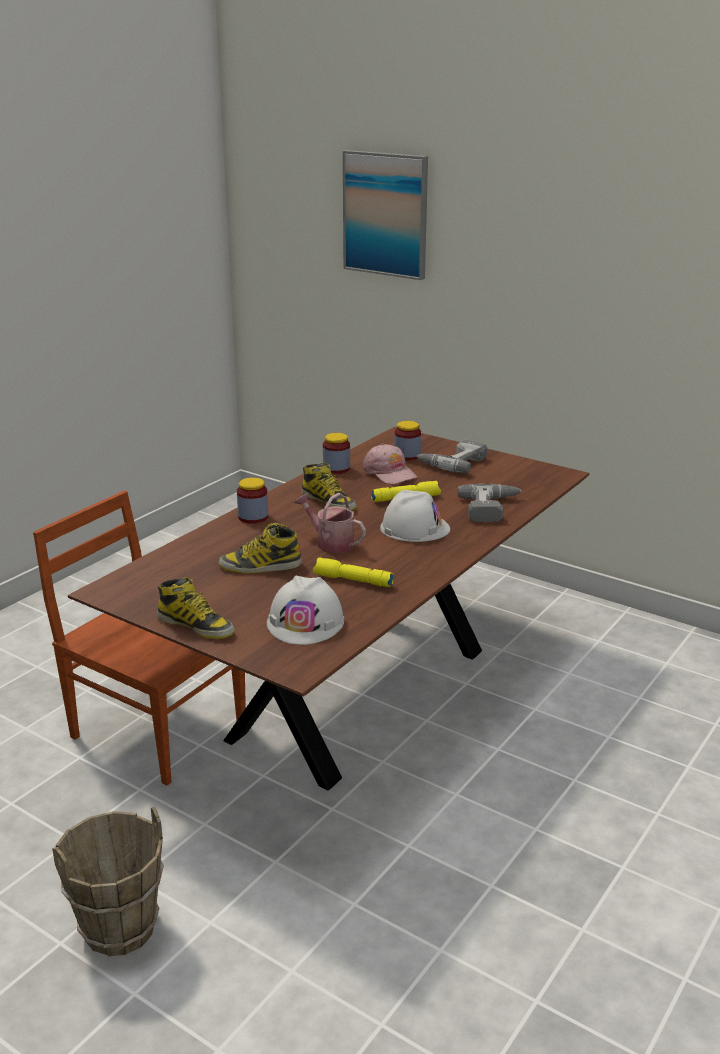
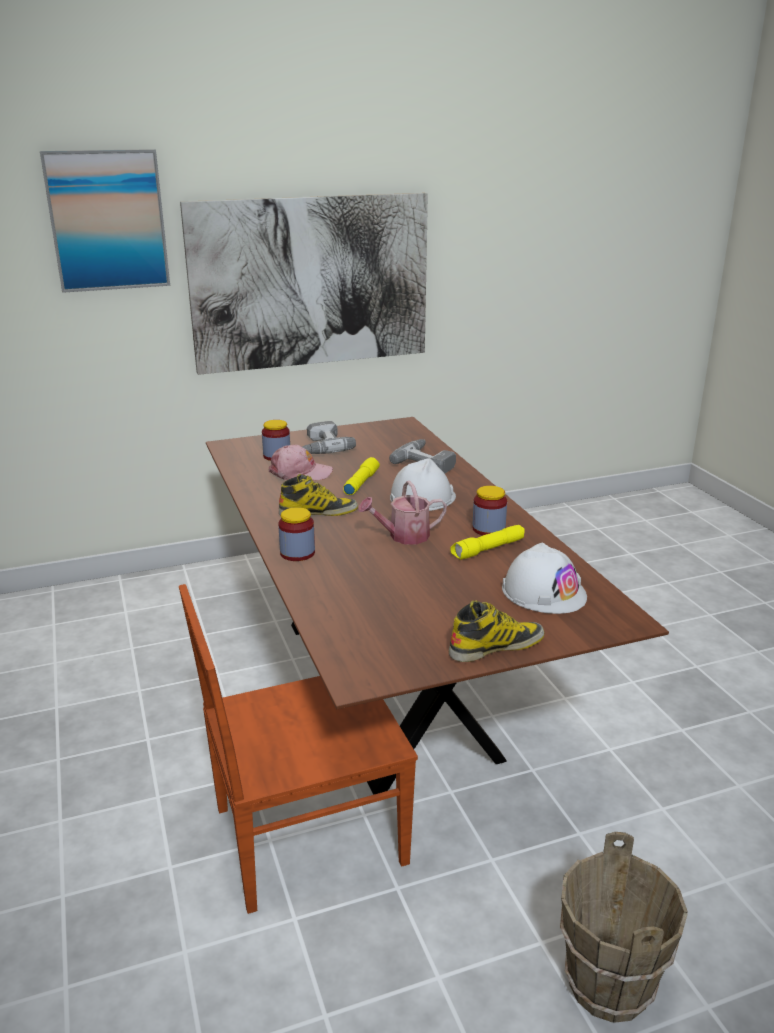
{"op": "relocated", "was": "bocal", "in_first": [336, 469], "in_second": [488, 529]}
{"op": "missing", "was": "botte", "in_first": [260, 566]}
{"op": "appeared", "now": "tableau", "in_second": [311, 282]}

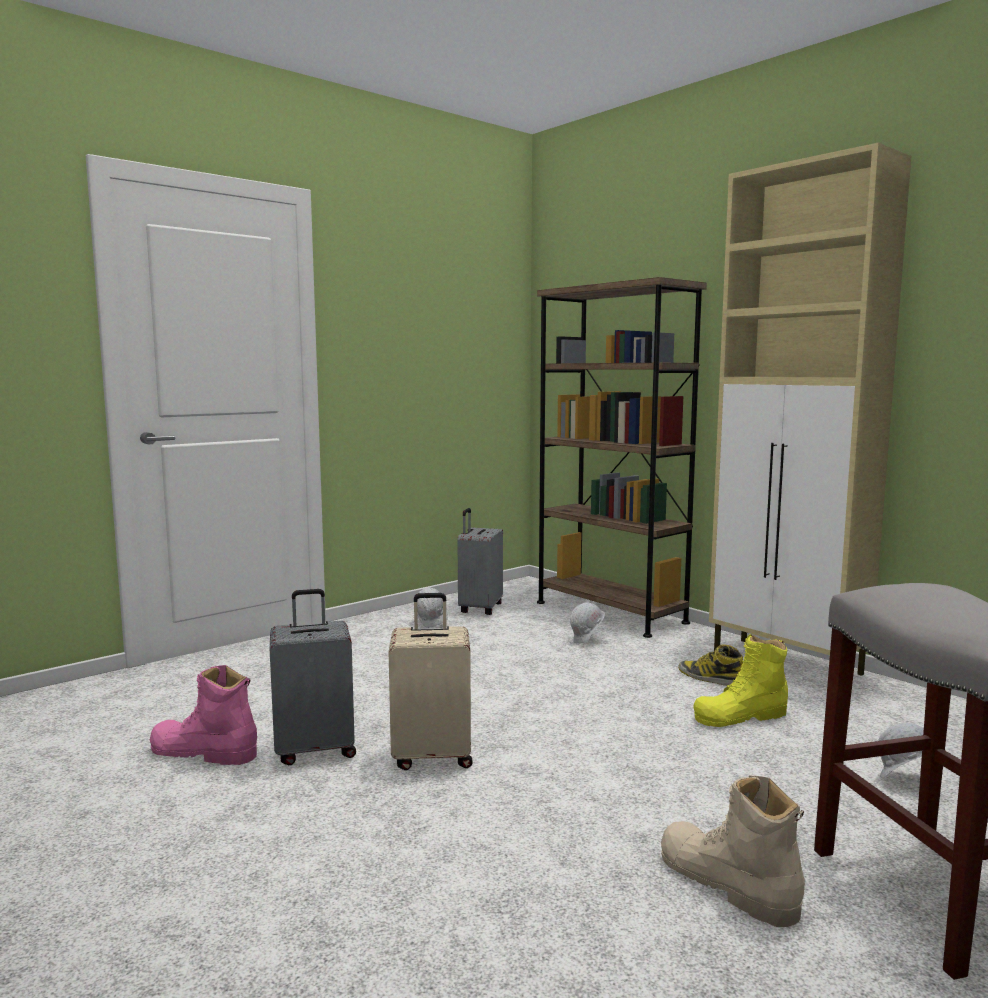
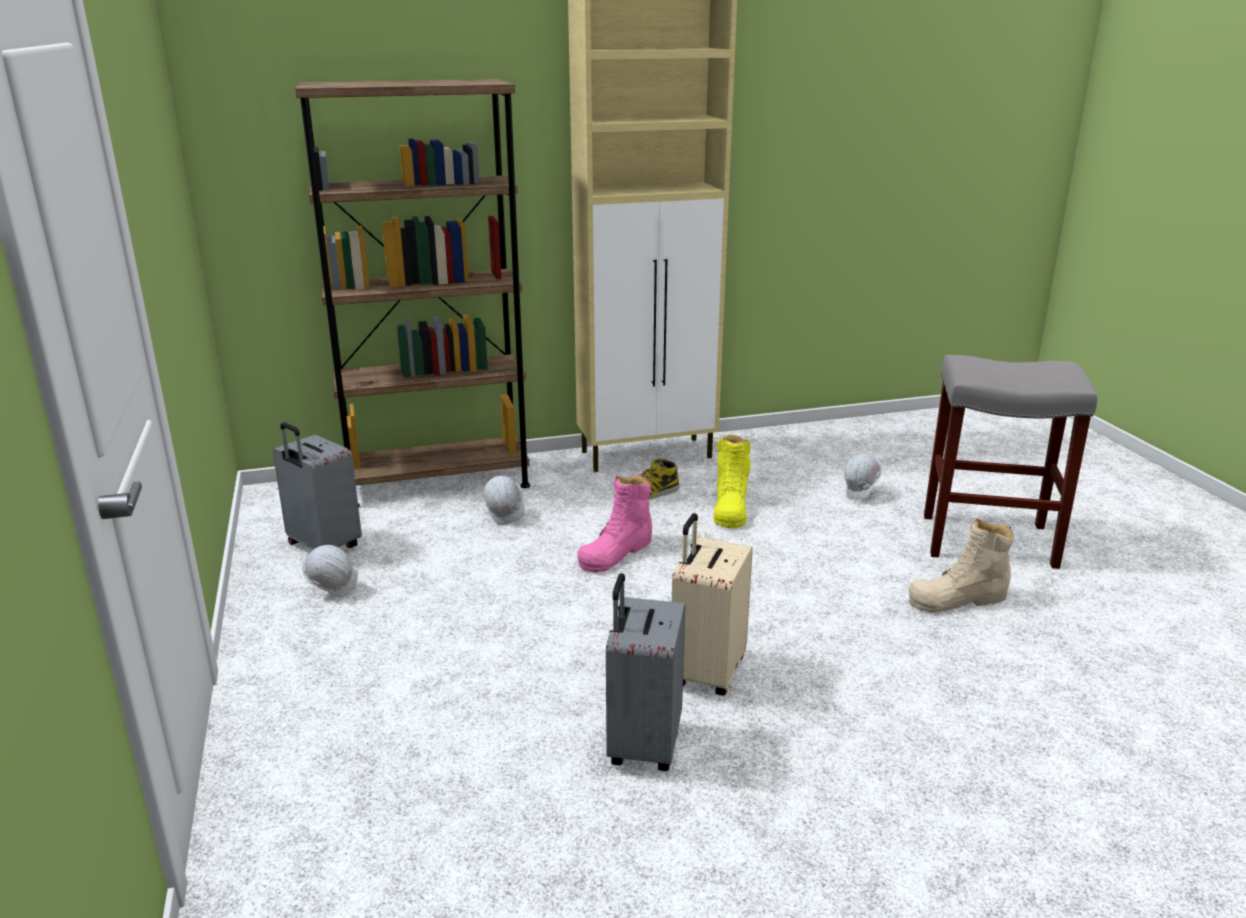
{"op": "relocated", "was": "botte [rose]", "in_first": [203, 752], "in_second": [616, 553]}

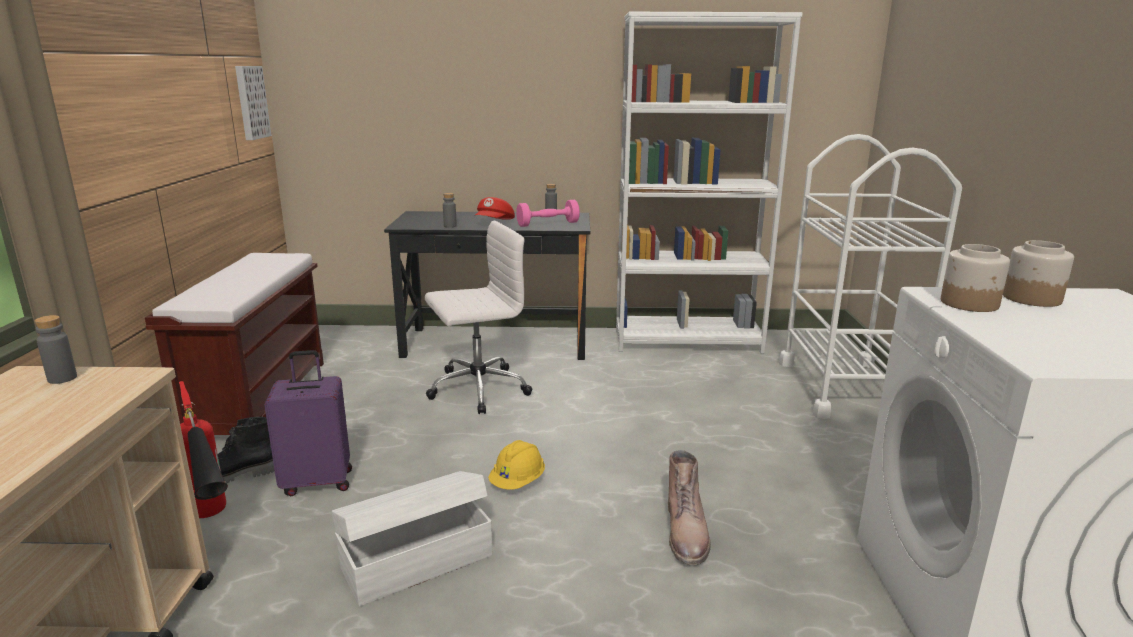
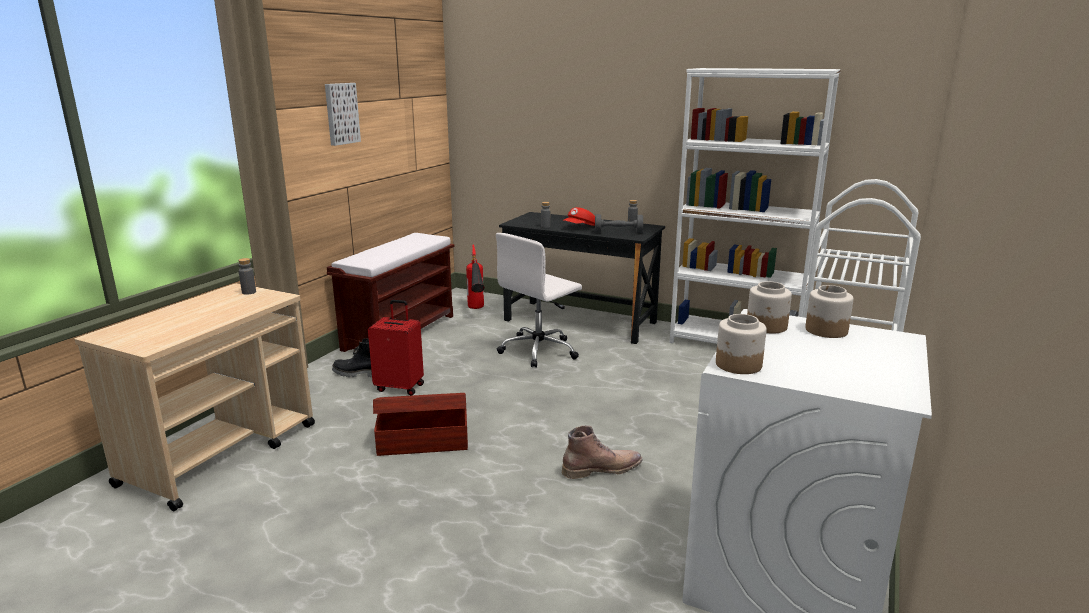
{"op": "relocated", "was": "tableau", "in_first": [250, 102], "in_second": [341, 113]}
{"op": "colour", "was": "haltère [rose]", "now": "haltère [gris]", "in_first": [548, 224], "in_second": [618, 232]}
{"op": "spun", "was": "chaise de bureau [blanc]", "in_first": [476, 389], "in_second": [539, 350], "clockwise": 135}
{"op": "colour", "was": "valise [violet]", "now": "valise [rouge]", "in_first": [318, 481], "in_second": [400, 387]}
{"op": "relocated", "was": "extincteur", "in_first": [213, 525], "in_second": [477, 311]}
{"op": "missing", "was": "casque de chantier [jaune]", "in_first": [518, 482]}
{"op": "spun", "was": "botte [marron]", "in_first": [687, 533], "in_second": [602, 468], "clockwise": -135}
{"op": "colour", "was": "boîte de rangement [blanc]", "now": "boîte de rangement [marron]", "in_first": [415, 561], "in_second": [422, 441]}
{"op": "appeared", "now": "bocal", "in_second": [738, 365]}

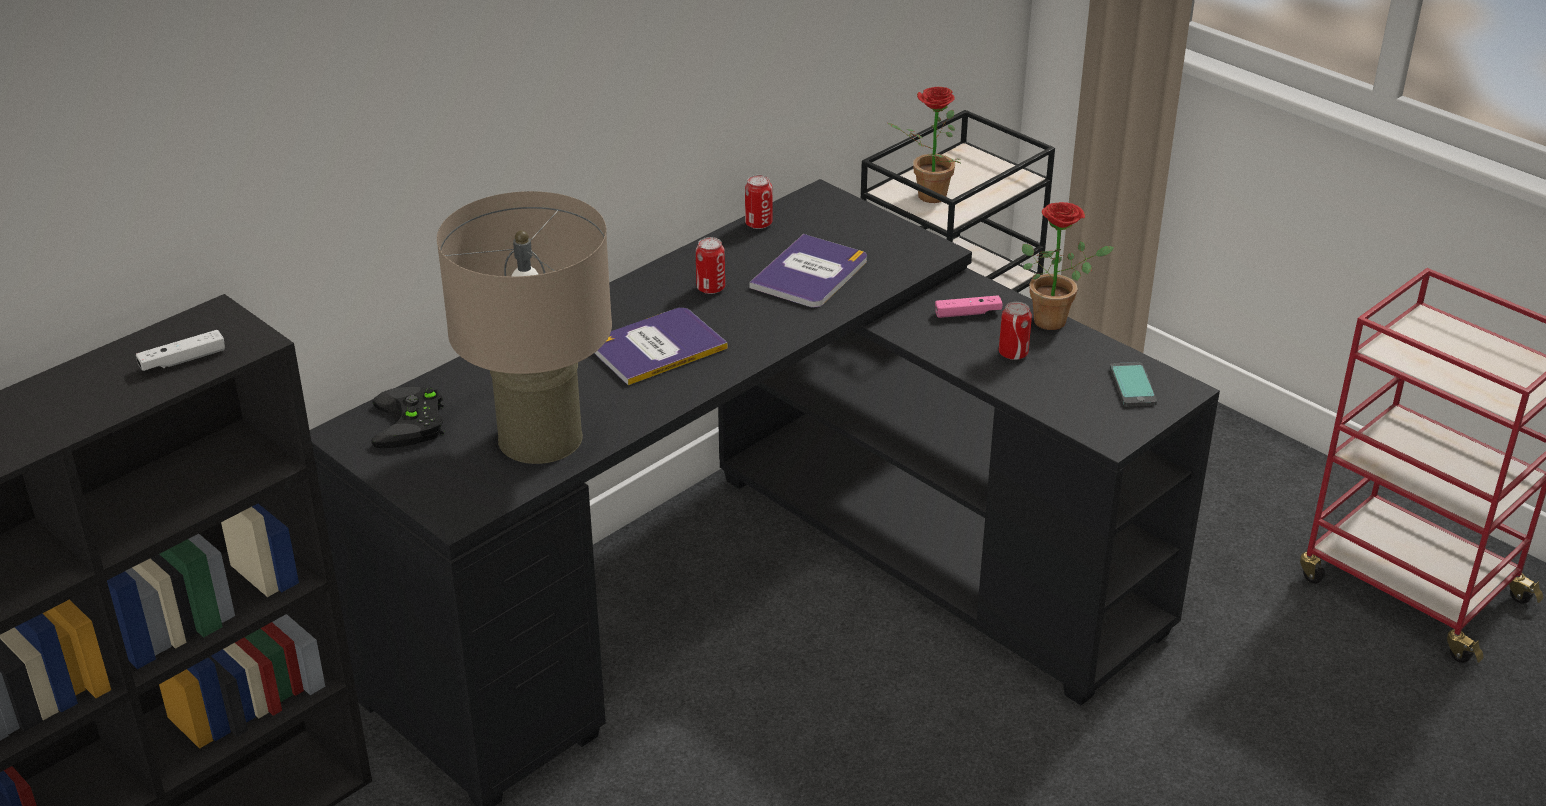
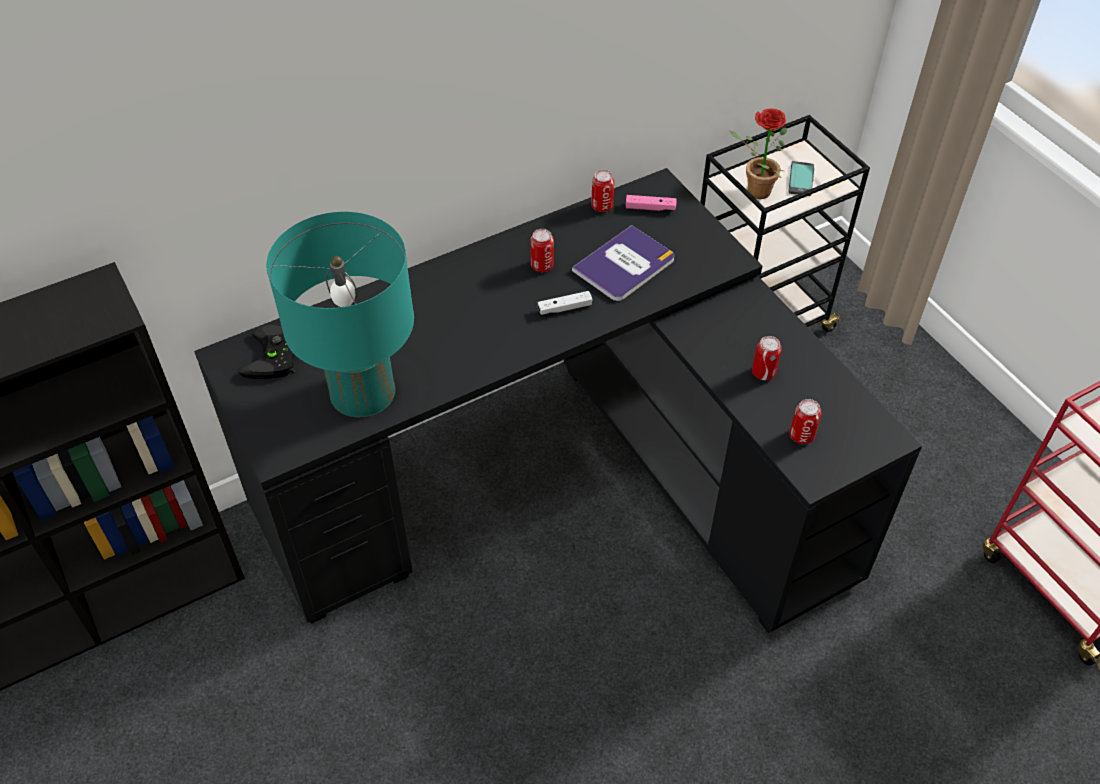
{"op": "colour", "was": "lampe de table [beige]", "now": "lampe de table [turquoise]", "in_first": [540, 438], "in_second": [362, 391]}
{"op": "missing", "was": "plante en pot", "in_first": [1056, 320]}
{"op": "relocated", "was": "manette [rose]", "in_first": [968, 313], "in_second": [650, 208]}
{"op": "missing", "was": "livre", "in_first": [657, 347]}
{"op": "relocated", "was": "manette [blanc]", "in_first": [182, 360], "in_second": [564, 308]}
{"op": "relocated", "was": "téléphone", "in_first": [1133, 386], "in_second": [801, 179]}
{"op": "appeared", "now": "boîte métallique", "in_second": [801, 435]}

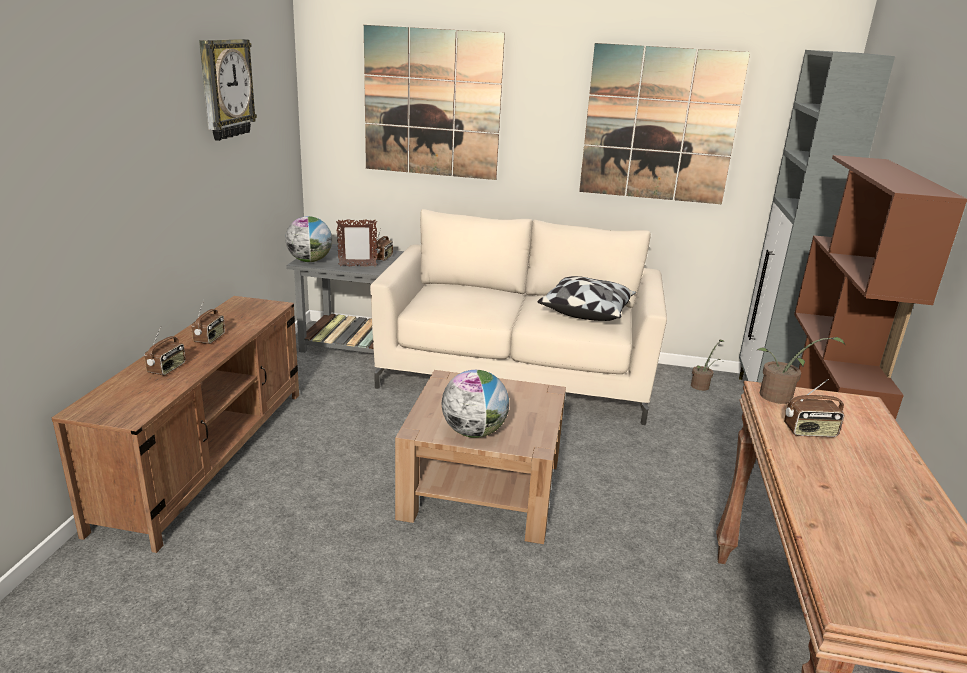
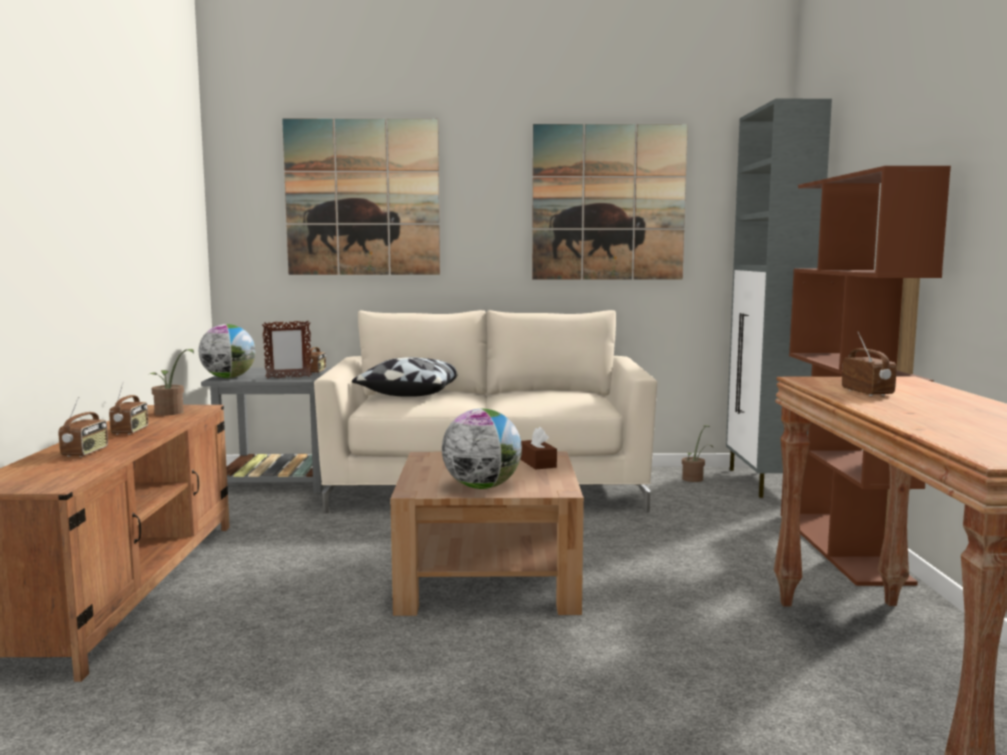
{"op": "missing", "was": "horloge murale", "in_first": [225, 89]}
{"op": "relocated", "was": "coussin", "in_first": [586, 311], "in_second": [410, 393]}
{"op": "relocated", "was": "plante en pot", "in_first": [780, 398], "in_second": [171, 413]}
{"op": "spun", "was": "radio", "in_first": [810, 432], "in_second": [868, 392], "clockwise": -90}
{"op": "appeared", "now": "boîte à mouchoirs [marron]", "in_second": [537, 463]}

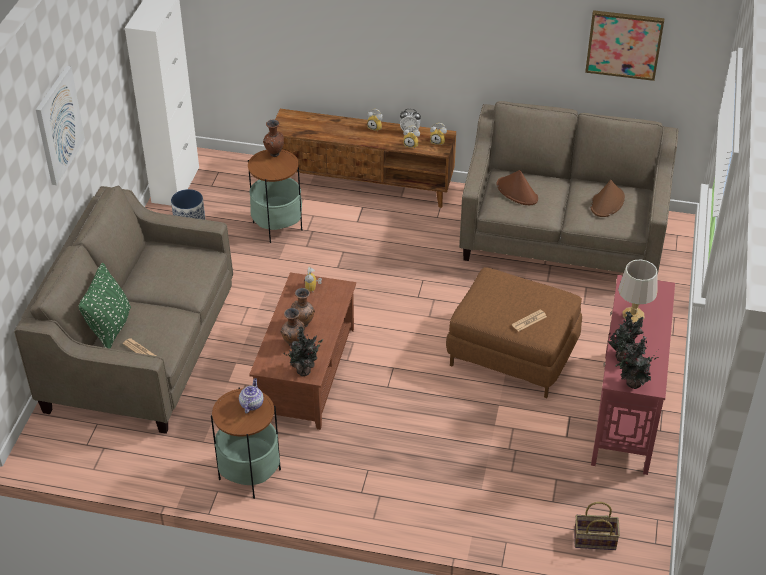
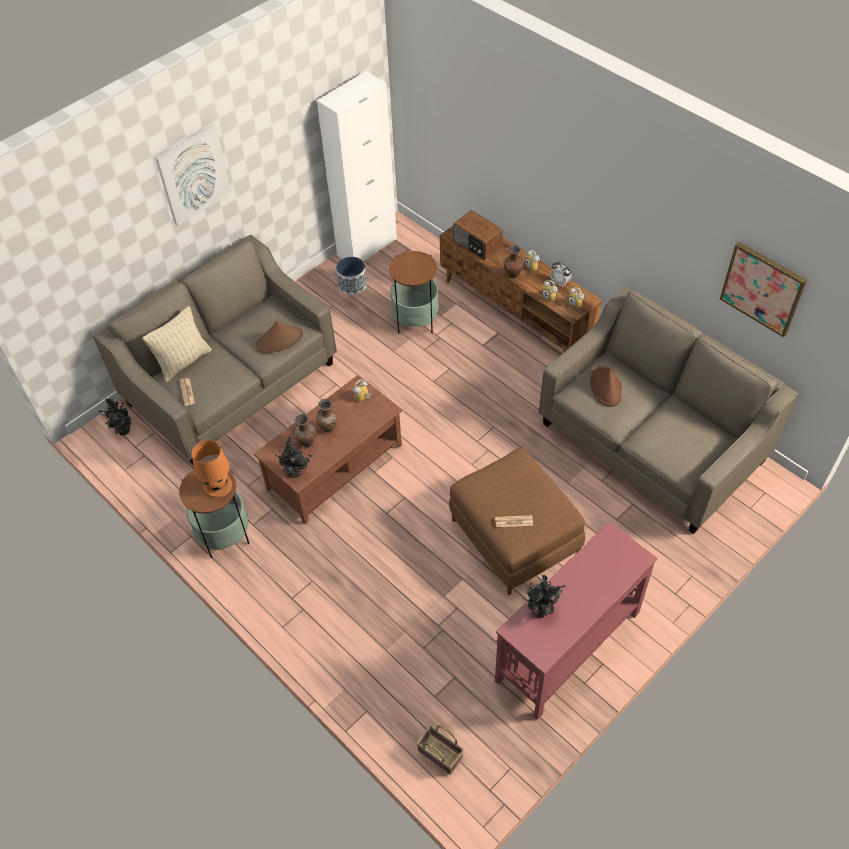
{"op": "relocated", "was": "vase [marron]", "in_first": [274, 155], "in_second": [513, 276]}
{"op": "relocated", "was": "chapeau [marron]", "in_first": [607, 202], "in_second": [280, 340]}
{"op": "missing", "was": "lampe de table [gris]", "in_first": [633, 315]}
{"op": "colour", "was": "coussin [vert]", "now": "coussin [beige]", "in_first": [110, 328], "in_second": [184, 362]}
{"op": "relocated", "was": "plante en pot", "in_first": [632, 384], "in_second": [122, 431]}
{"op": "exchanged", "was": "théière", "now": "lampe de table [orange]", "in_first": [251, 404], "in_second": [217, 485]}
{"op": "appeared", "now": "radio", "in_second": [477, 244]}

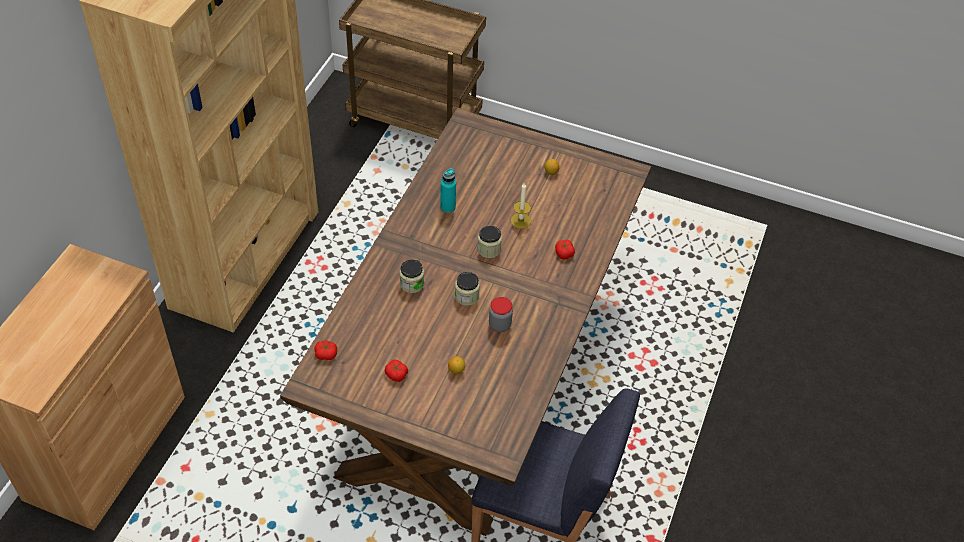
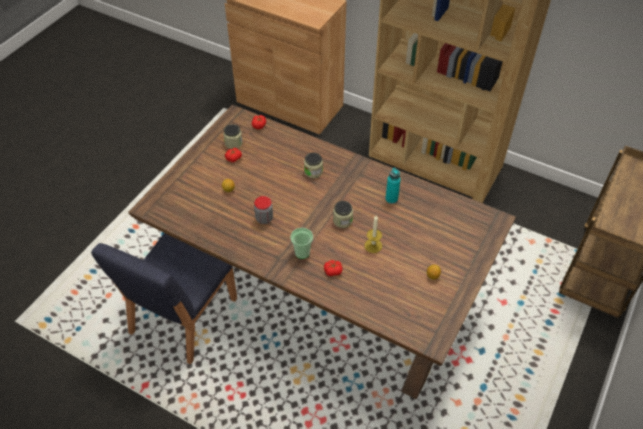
{"op": "relocated", "was": "bocal", "in_first": [467, 296], "in_second": [233, 143]}
{"op": "appeared", "now": "tasse", "in_second": [302, 253]}

